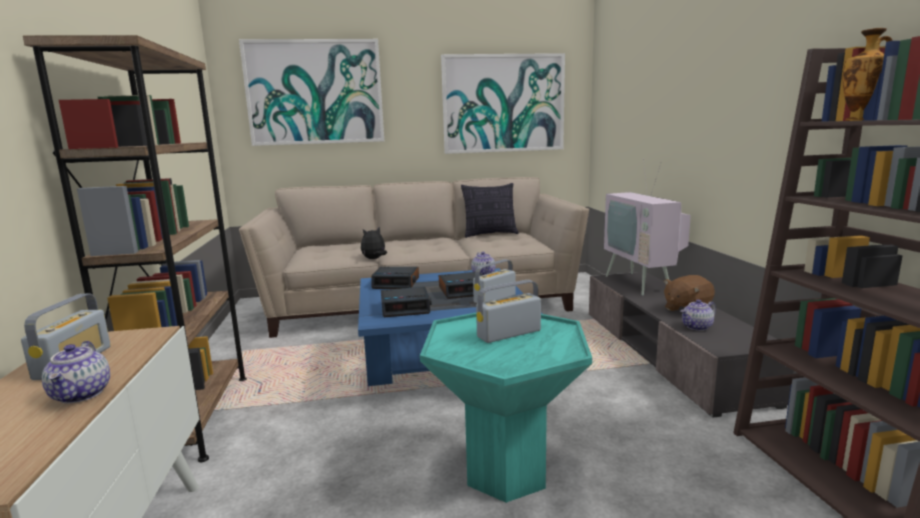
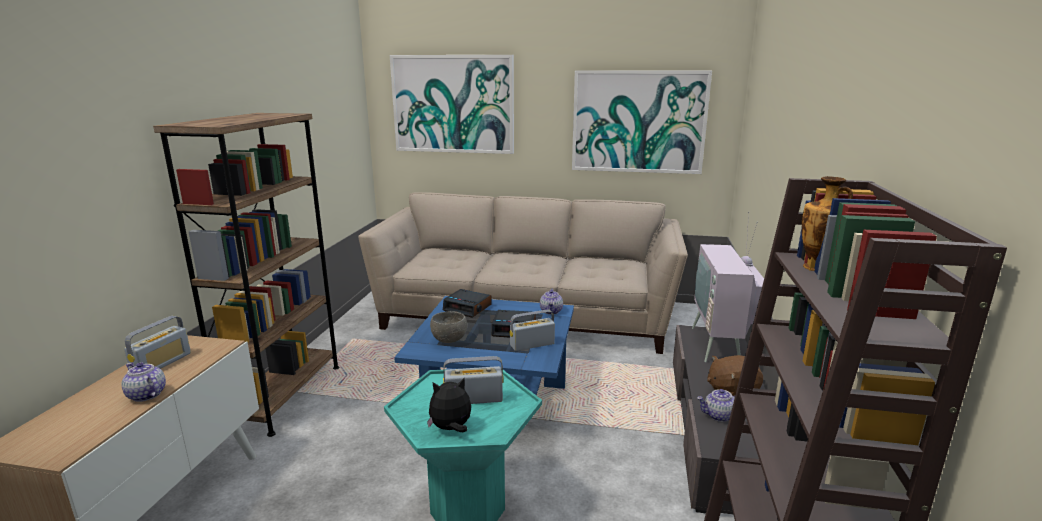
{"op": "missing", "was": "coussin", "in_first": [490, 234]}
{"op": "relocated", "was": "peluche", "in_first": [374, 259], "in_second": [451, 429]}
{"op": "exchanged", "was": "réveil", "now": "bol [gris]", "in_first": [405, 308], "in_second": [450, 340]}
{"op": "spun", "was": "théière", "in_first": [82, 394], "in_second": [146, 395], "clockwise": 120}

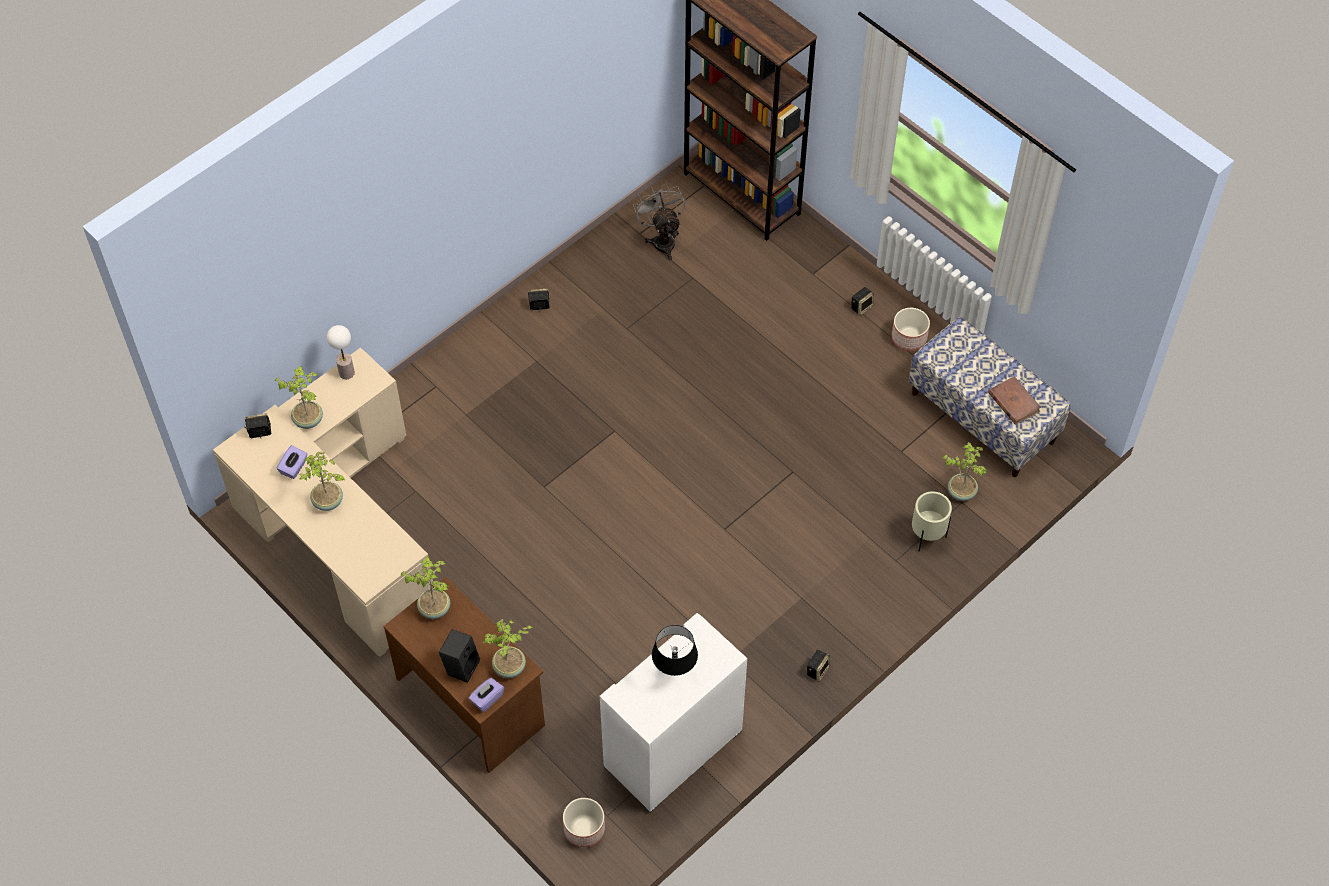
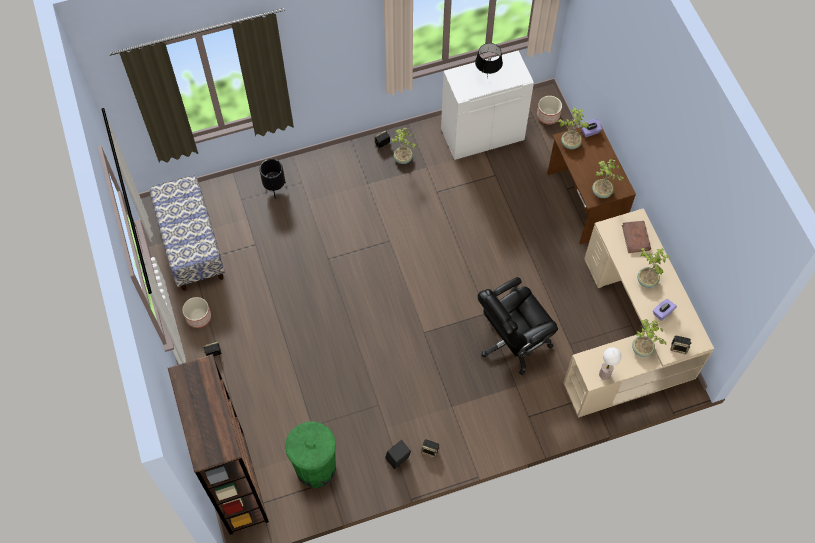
{"op": "exchanged", "was": "ventilateur [gris]", "now": "poubelle [vert]", "in_first": [662, 239], "in_second": [316, 468]}
{"op": "relocated", "was": "livre [marron]", "in_first": [1013, 402], "in_second": [635, 238]}
{"op": "relocated", "was": "plante en pot", "in_first": [961, 491], "in_second": [403, 159]}
{"op": "colour", "was": "cache-pot [beige]", "now": "cache-pot [noir]", "in_first": [927, 537], "in_second": [275, 188]}
{"op": "relocated", "was": "enceinte [noir]", "in_first": [461, 665], "in_second": [398, 460]}
{"op": "appeared", "now": "chaise de bureau [noir]", "in_second": [512, 341]}

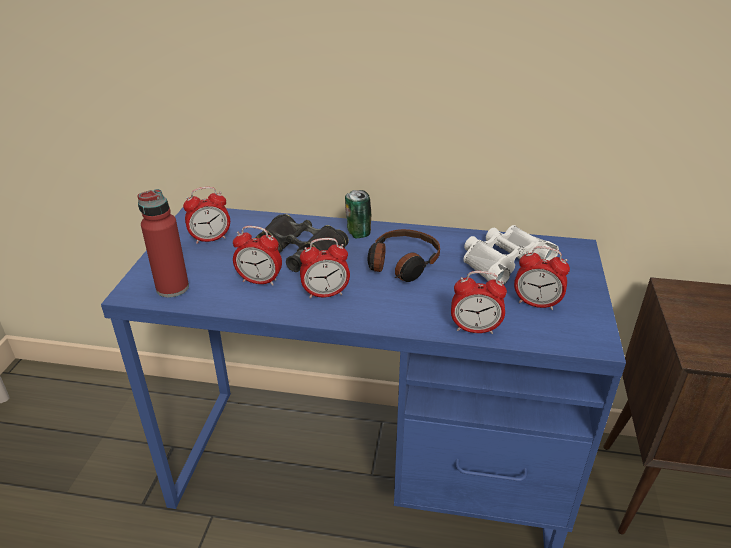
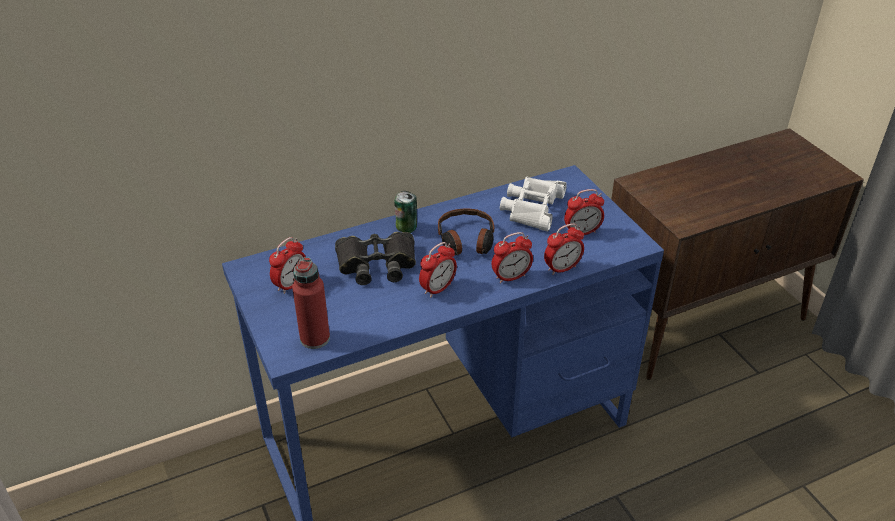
{"op": "relocated", "was": "réveil", "in_first": [260, 281], "in_second": [511, 277]}

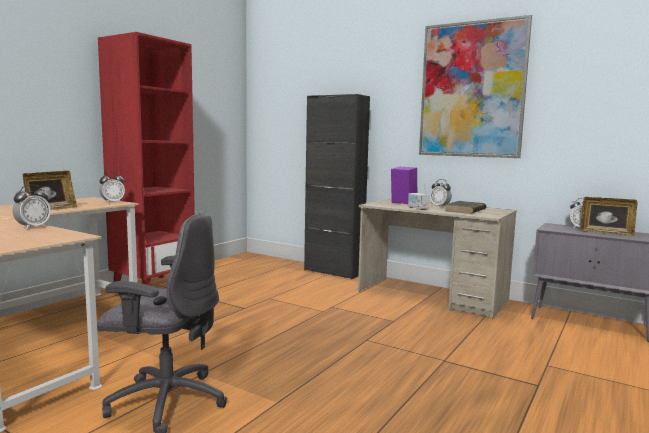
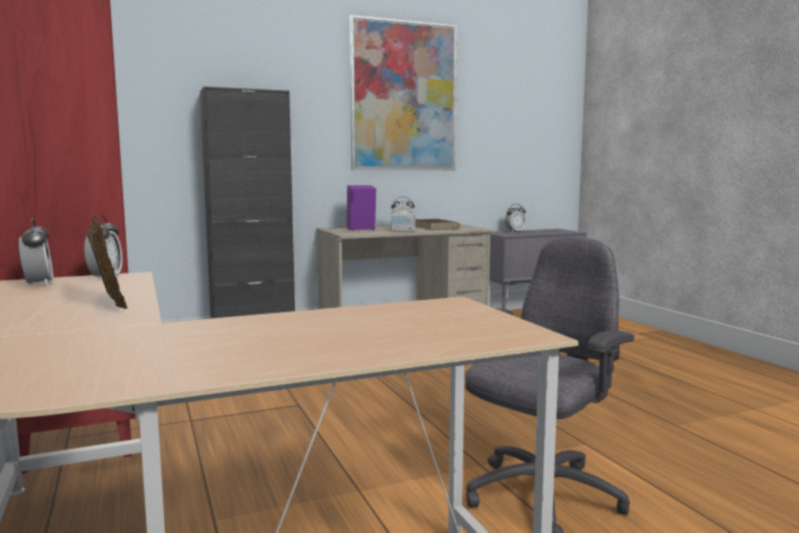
{"op": "relocated", "was": "réveil", "in_first": [33, 227], "in_second": [38, 284]}
{"op": "missing", "was": "cadre photo", "in_first": [606, 233]}

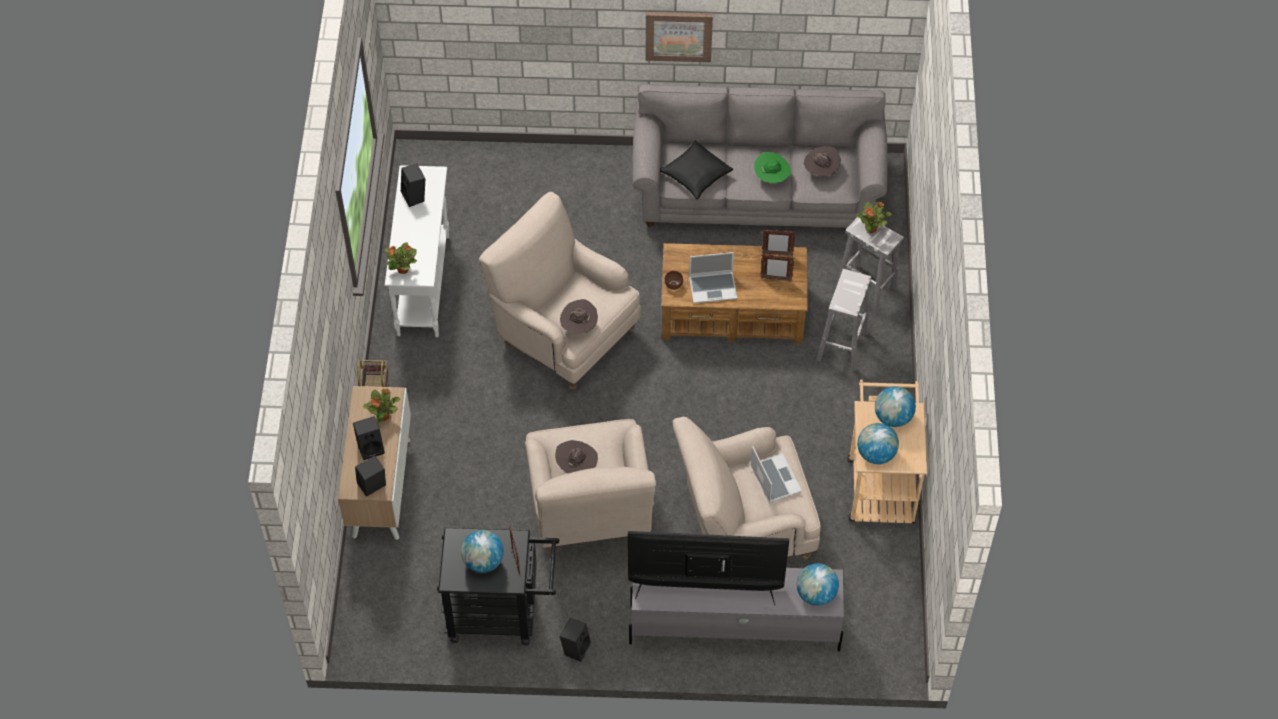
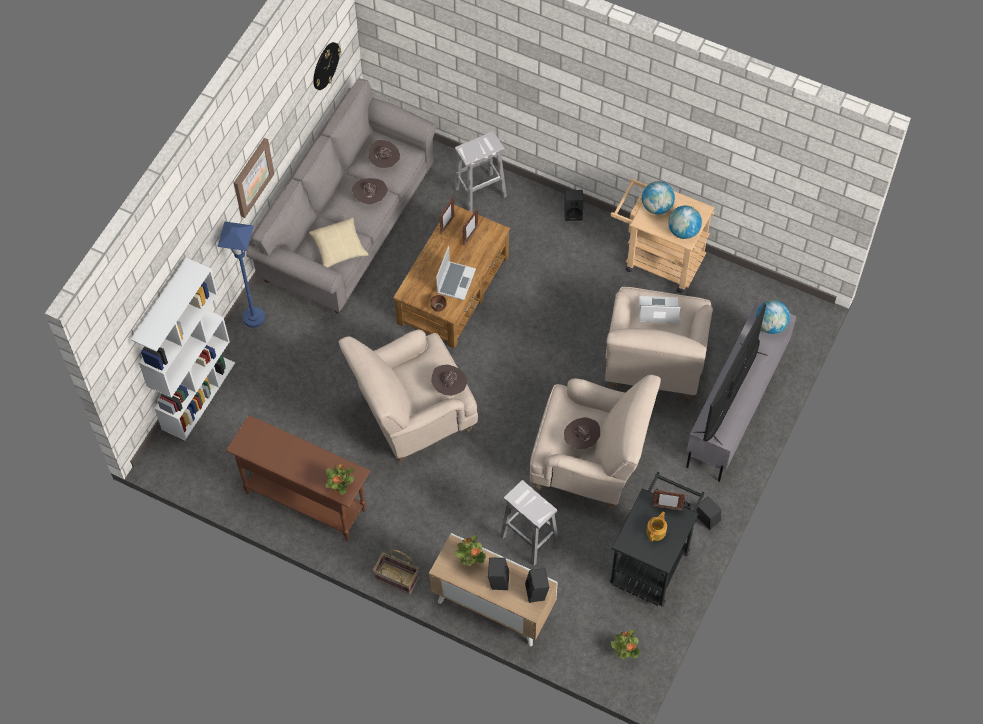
{"op": "colour", "was": "coussin [noir]", "now": "coussin [beige]", "in_first": [695, 175], "in_second": [339, 247]}
{"op": "colour", "was": "chapeau [vert]", "now": "chapeau [marron]", "in_first": [771, 178], "in_second": [370, 197]}
{"op": "relocated", "was": "enceinte [noir]", "in_first": [415, 197], "in_second": [573, 213]}
{"op": "colour", "was": "table console [blanc]", "now": "table console [marron]", "in_first": [424, 284], "in_second": [305, 501]}
{"op": "relocated", "was": "plante en pot", "in_first": [871, 228], "in_second": [625, 652]}
{"op": "relocated", "was": "tabouret [blanc]", "in_first": [842, 347], "in_second": [530, 539]}
{"op": "exchanged", "was": "globe", "now": "théière", "in_first": [483, 561], "in_second": [656, 531]}
{"op": "appeared", "now": "horloge murale", "in_second": [325, 65]}
{"op": "appeared", "now": "lampadaire [bleu]", "in_second": [254, 317]}
{"op": "appeared", "now": "bibliothèque [blanc]", "in_second": [198, 395]}

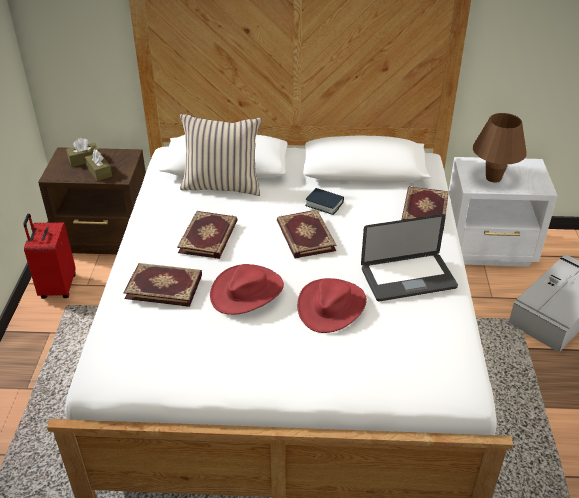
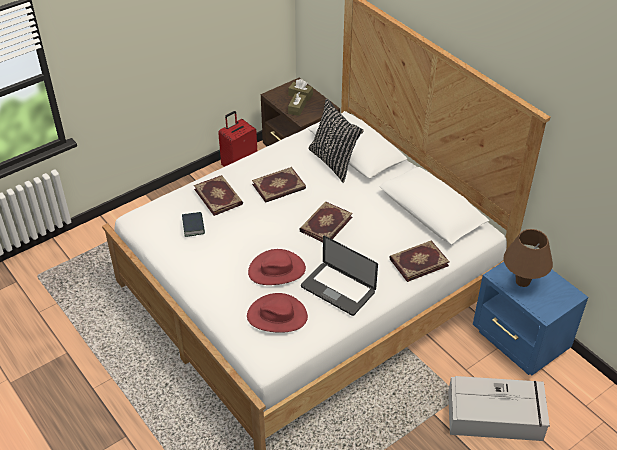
{"op": "colour", "was": "coussin [beige]", "now": "coussin [noir]", "in_first": [222, 185], "in_second": [334, 162]}
{"op": "colour", "was": "table de chevet [blanc]", "now": "table de chevet [bleu]", "in_first": [489, 249], "in_second": [520, 342]}
{"op": "relocated", "was": "livre", "in_first": [324, 204], "in_second": [193, 226]}
{"op": "relocated", "was": "chapeau [rouge]", "in_first": [247, 291], "in_second": [277, 316]}

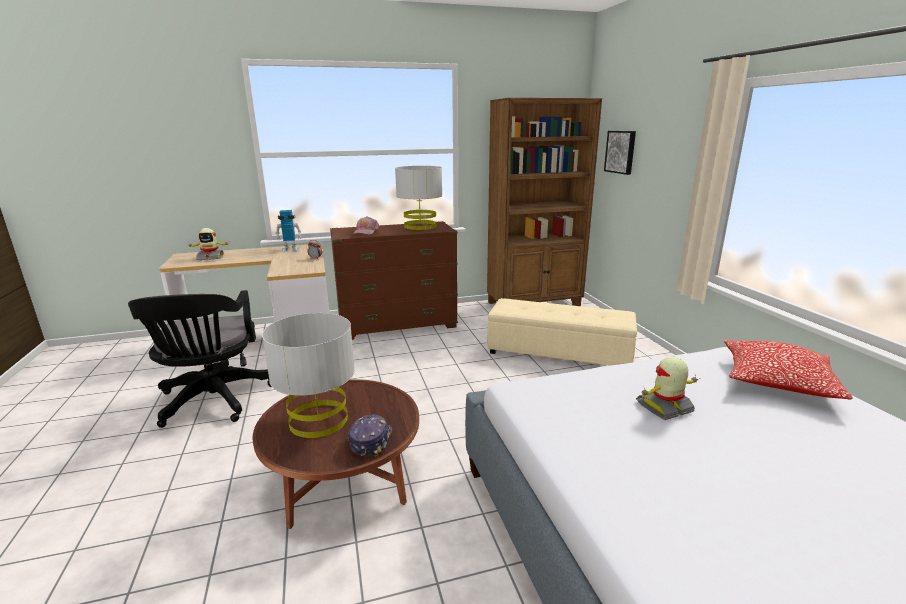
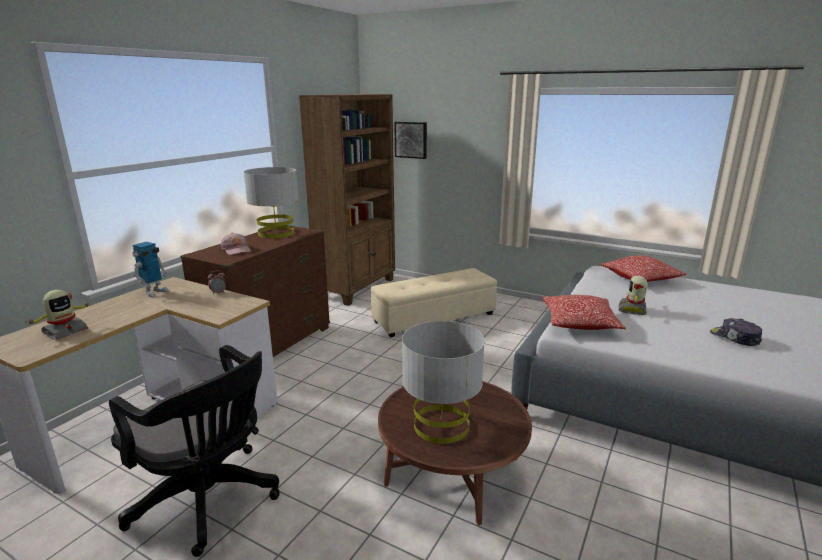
{"op": "relocated", "was": "casquette", "in_first": [370, 440], "in_second": [734, 338]}
{"op": "appeared", "now": "coussin", "in_second": [579, 323]}

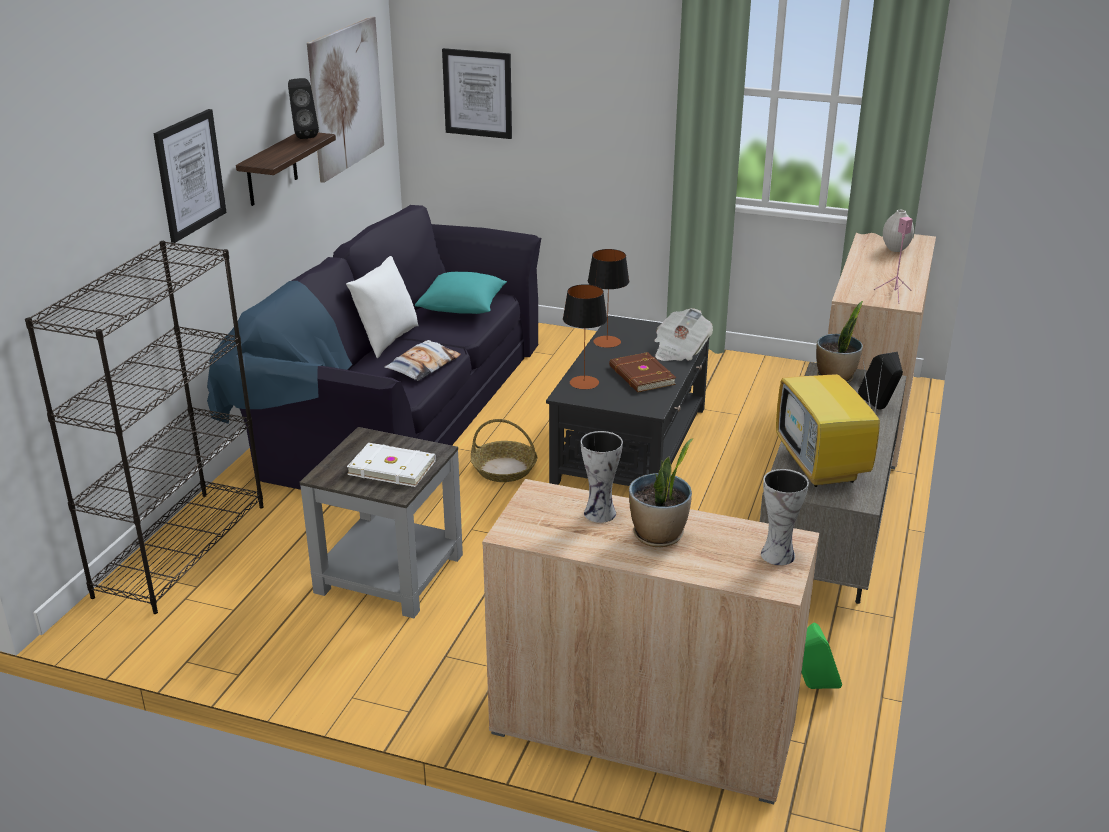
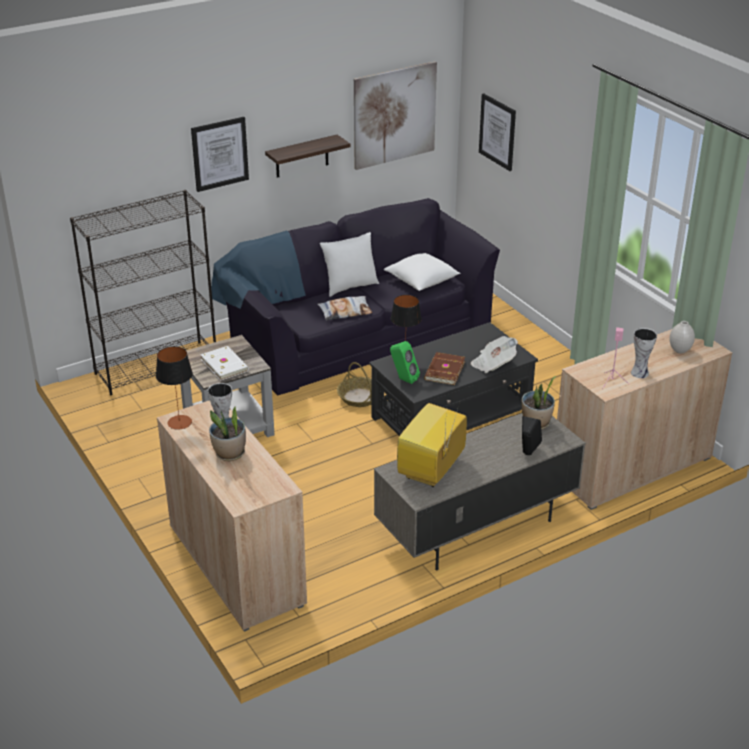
{"op": "missing", "was": "enceinte [noir]", "in_first": [303, 136]}
{"op": "relocated", "was": "lampe de table", "in_first": [607, 342], "in_second": [179, 422]}
{"op": "colour", "was": "coussin [turquoise]", "now": "coussin [blanc]", "in_first": [463, 308], "in_second": [421, 282]}
{"op": "relocated", "was": "vase", "in_first": [777, 554], "in_second": [640, 372]}
{"op": "relocated", "was": "enceinte [vert]", "in_first": [812, 687], "in_second": [403, 379]}

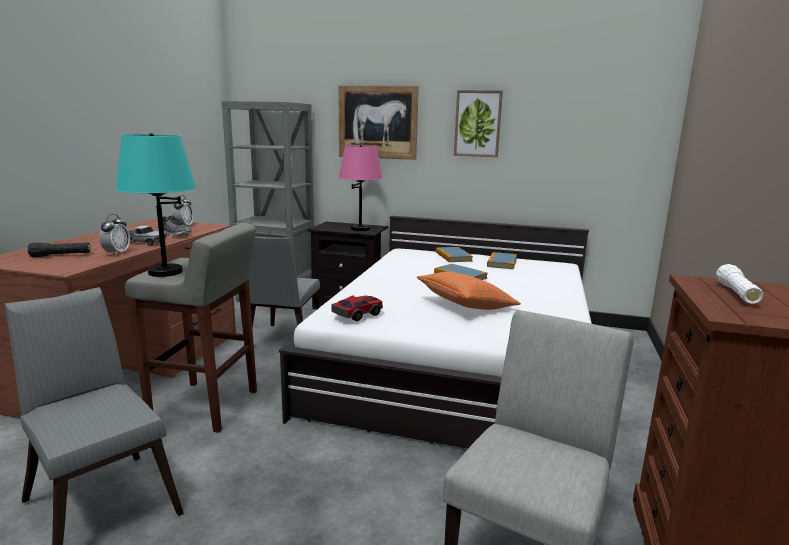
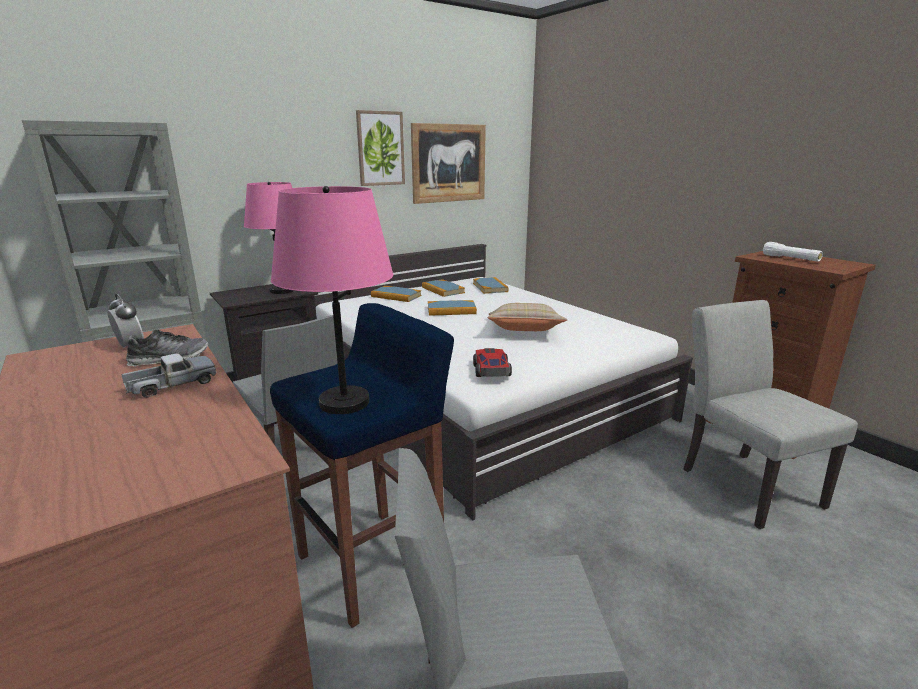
{"op": "relocated", "was": "tableau", "in_first": [377, 122], "in_second": [449, 163]}
{"op": "colour", "was": "lampe de table [turquoise]", "now": "lampe de table [rose]", "in_first": [165, 272], "in_second": [344, 403]}
{"op": "missing", "was": "réveil", "in_first": [116, 253]}
{"op": "colour", "was": "tabouret [gris]", "now": "tabouret [bleu]", "in_first": [206, 406], "in_second": [373, 563]}
{"op": "missing", "was": "lampe de poche [noir]", "in_first": [61, 255]}
{"op": "colour", "was": "coussin [orange]", "now": "coussin [beige]", "in_first": [466, 306], "in_second": [524, 332]}
{"op": "appeared", "now": "livre", "in_second": [490, 287]}

